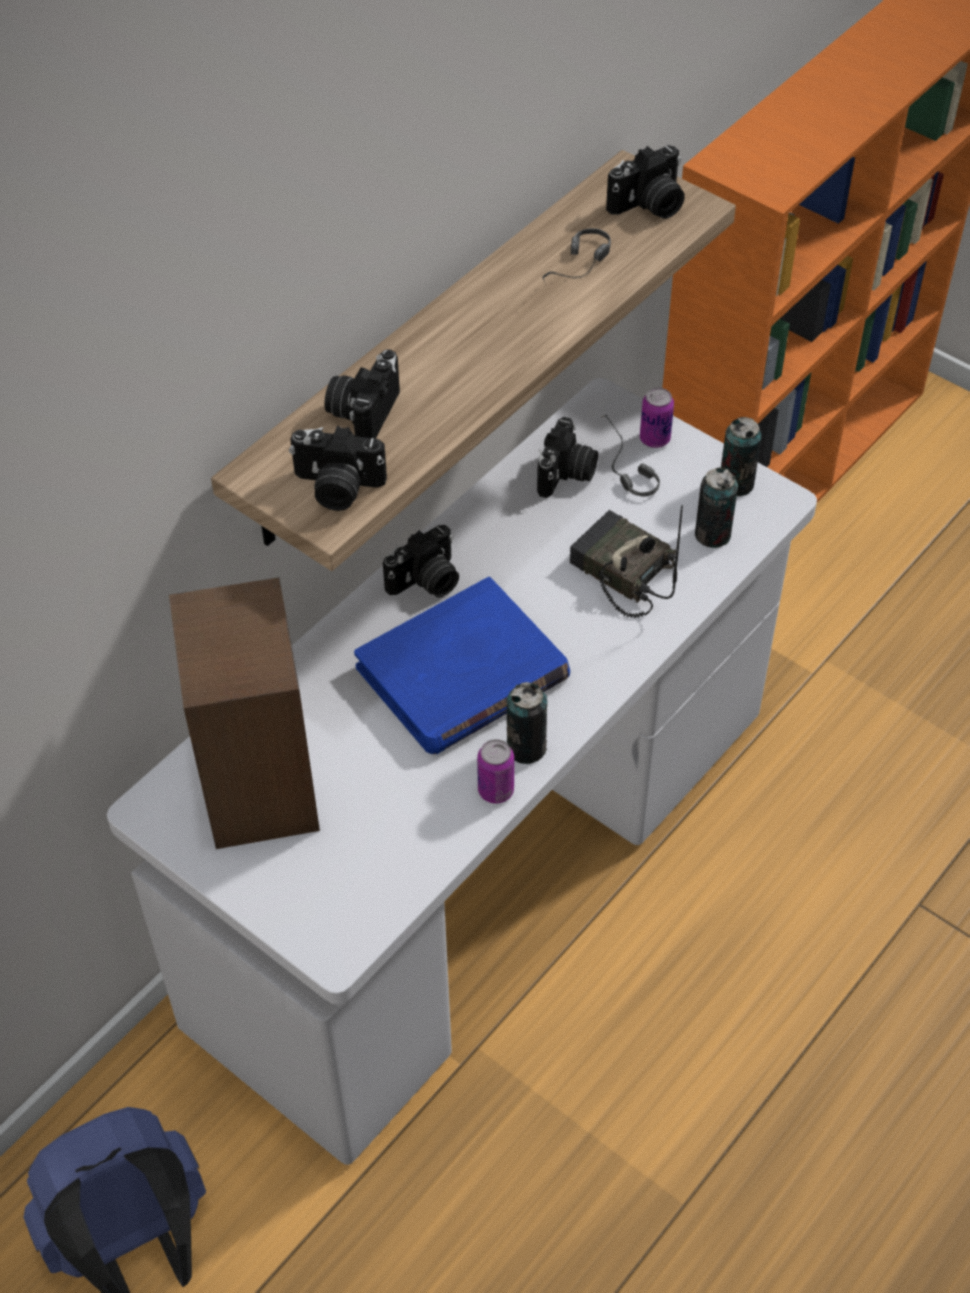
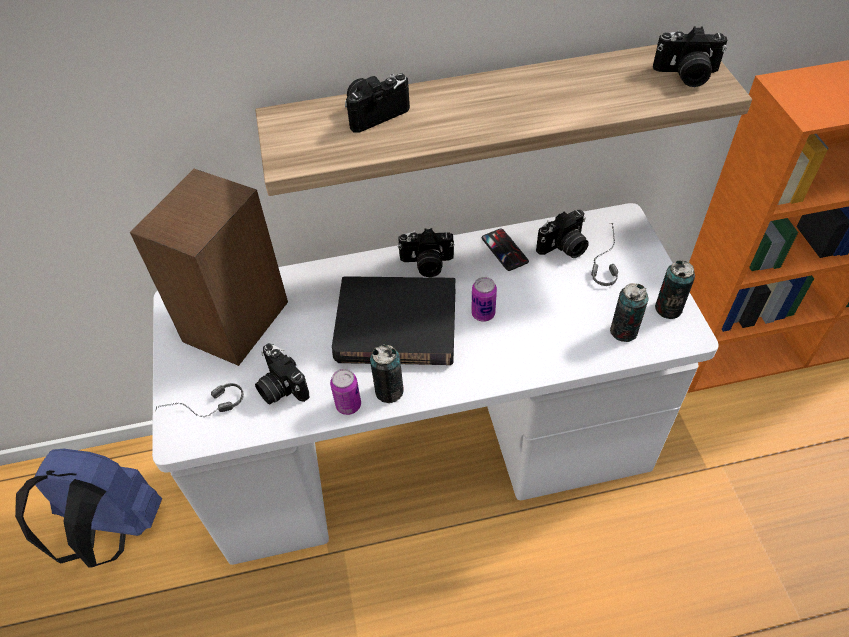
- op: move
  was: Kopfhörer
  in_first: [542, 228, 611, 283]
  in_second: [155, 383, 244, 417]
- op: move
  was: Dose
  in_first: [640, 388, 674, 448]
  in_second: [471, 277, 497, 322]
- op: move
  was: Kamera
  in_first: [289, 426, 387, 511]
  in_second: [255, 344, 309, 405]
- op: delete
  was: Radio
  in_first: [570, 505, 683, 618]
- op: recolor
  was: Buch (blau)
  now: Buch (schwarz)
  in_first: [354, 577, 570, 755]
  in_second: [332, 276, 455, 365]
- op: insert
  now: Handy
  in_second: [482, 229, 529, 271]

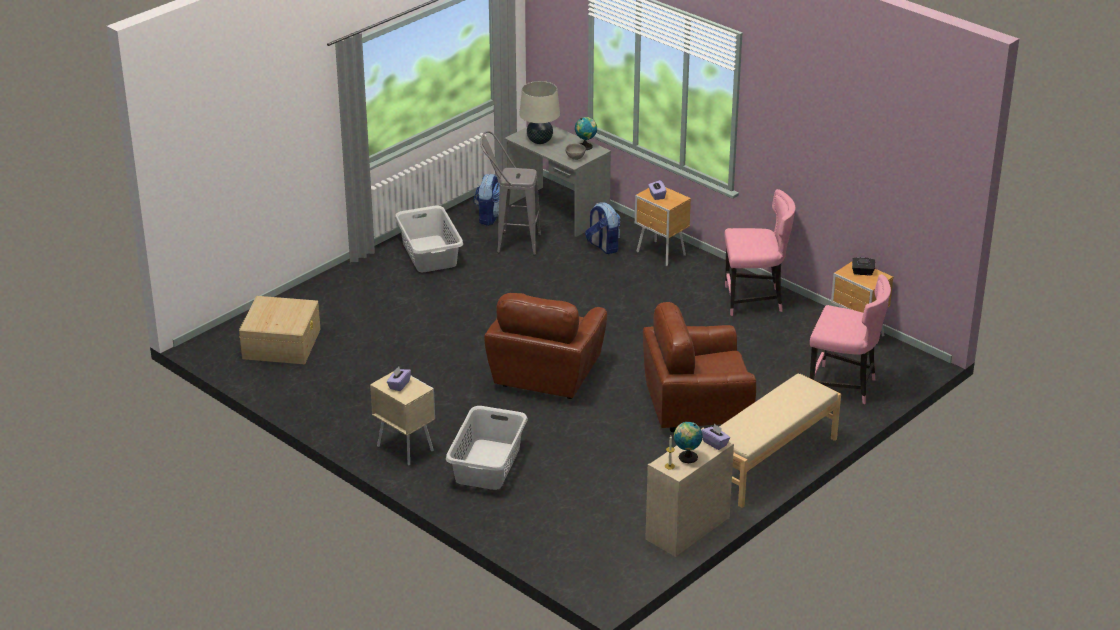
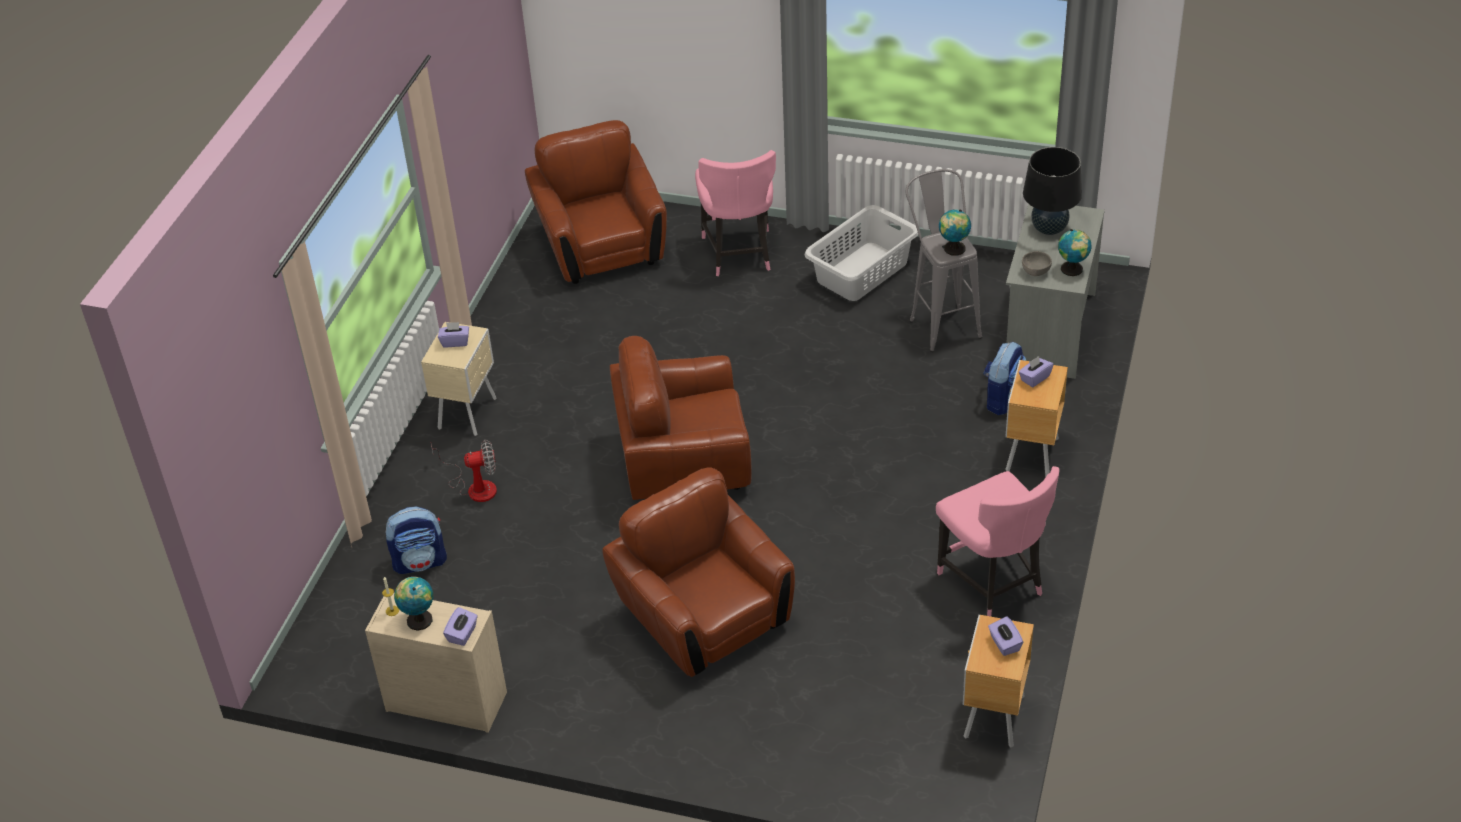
- op: recolor
  was: Tischlampe (beige)
  now: Tischlampe (schwarz)
  in_first: [519, 81, 560, 144]
  in_second: [1023, 147, 1082, 235]
- op: move
  was: Rucksack
  in_first: [473, 174, 500, 226]
  in_second: [385, 506, 447, 574]
- op: recolor
  was: Taschentuchbox (schwarz)
  now: Taschentuchbox (lila)
  in_first: [852, 257, 875, 275]
  in_second: [988, 616, 1023, 656]
- op: move
  was: Stuhl (rosa)
  in_first: [810, 274, 891, 404]
  in_second: [695, 150, 776, 276]
- op: replace
  was: Aufbewahrungsbox (beige)
  now: Sessel (braun)
  in_first: [239, 296, 321, 364]
  in_second: [525, 120, 667, 284]
- op: delete
  was: Bank (beige)
  in_first: [719, 373, 841, 508]
- op: replace
  was: Wäschekorb (grau)
  now: Ventilator
  in_first: [446, 406, 528, 490]
  in_second: [431, 440, 497, 502]
- op: insert
  now: Globus
  in_second: [939, 209, 971, 256]

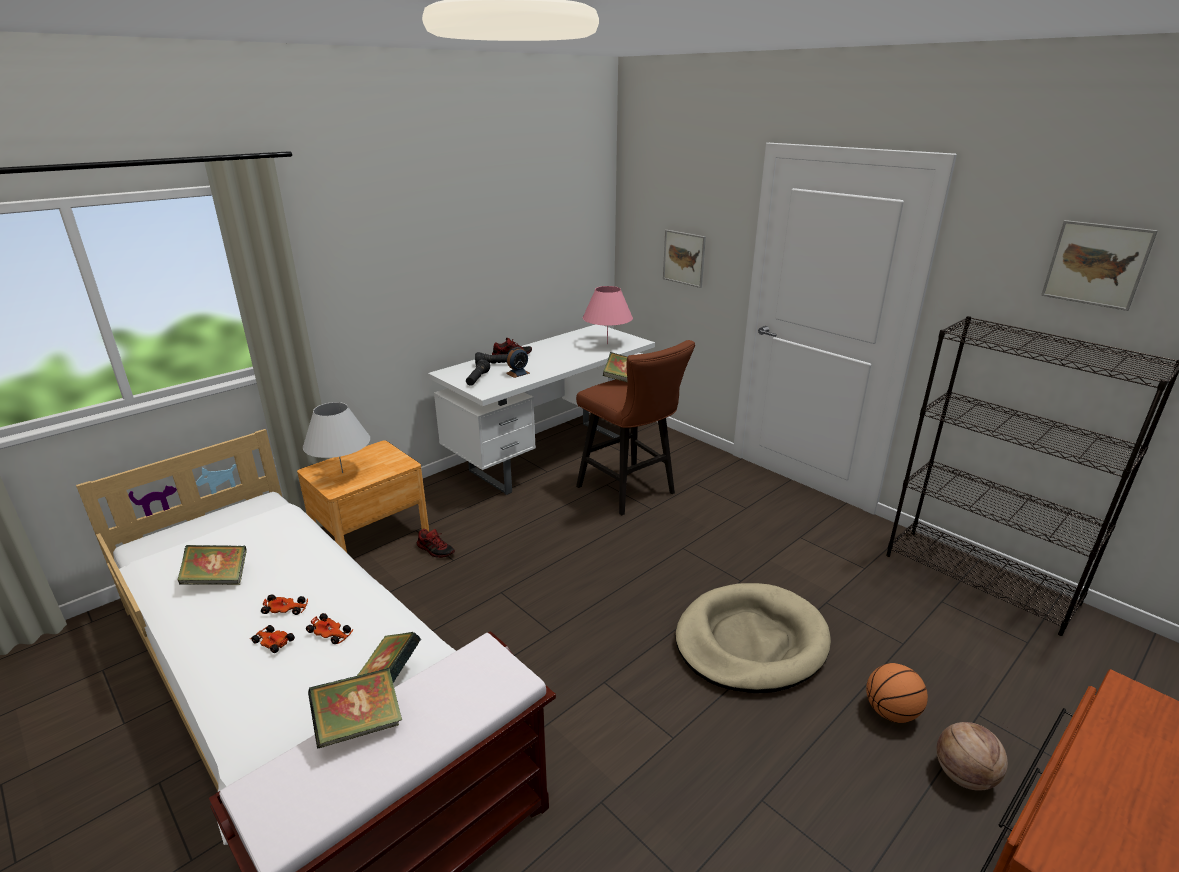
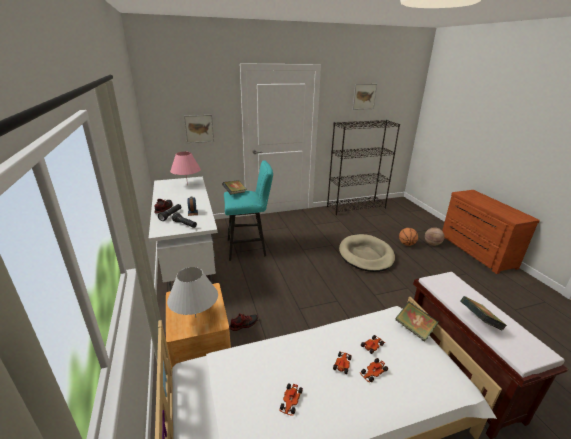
- op: recolor
  was: Hocker (braun)
  now: Hocker (türkis)
  in_first: [576, 340, 695, 515]
  in_second: [224, 160, 273, 261]
- op: replace
  was: Buch
  now: Spielzeugauto
  in_first: [177, 545, 247, 585]
  in_second: [279, 383, 303, 416]

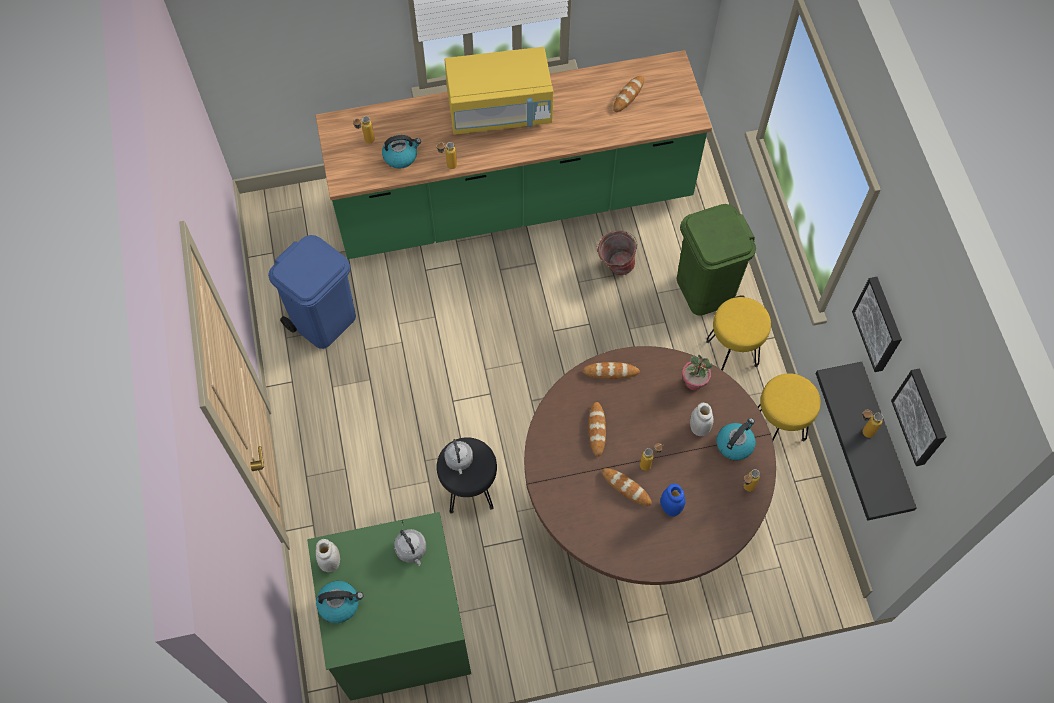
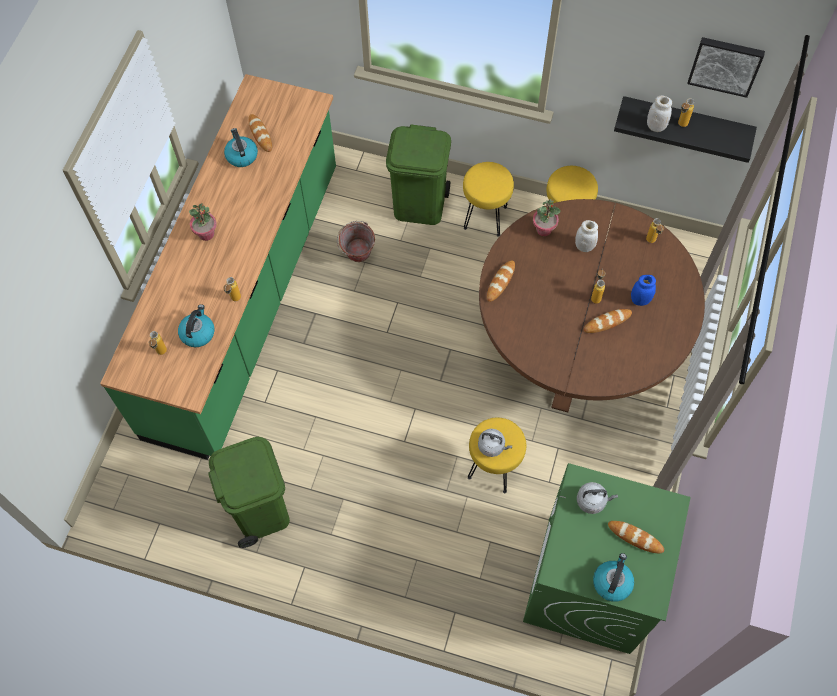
- op: replace
  was: Mikrowelle (gelb)
  now: Topfpflanze
  in_first: [444, 47, 553, 135]
  in_second: [189, 203, 217, 241]
- op: recolor
  was: Mülleimer (blau)
  now: Mülleimer (grün)
  in_first: [268, 235, 356, 349]
  in_second: [208, 437, 290, 548]
- op: delete
  was: Bild
  in_first: [852, 277, 902, 372]
- op: move
  was: Brot
  in_first: [588, 402, 606, 457]
  in_second: [608, 521, 664, 553]
- op: move
  was: Wasserkessel
  in_first: [717, 418, 756, 460]
  in_second: [224, 128, 258, 167]
- op: recolor
  was: Hocker (schwarz)
  now: Hocker (gelb)
  in_first: [437, 437, 497, 514]
  in_second: [468, 418, 526, 493]
- op: move
  was: Vorratsglas (weiß)
  in_first: [316, 539, 340, 572]
  in_second: [647, 95, 672, 132]

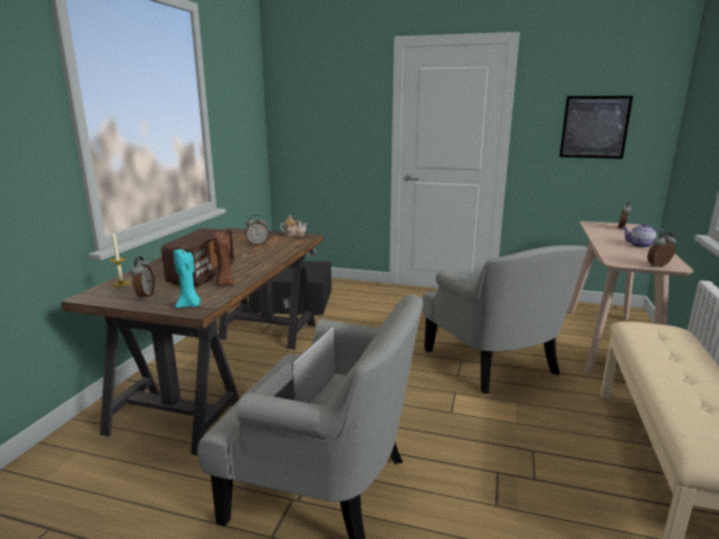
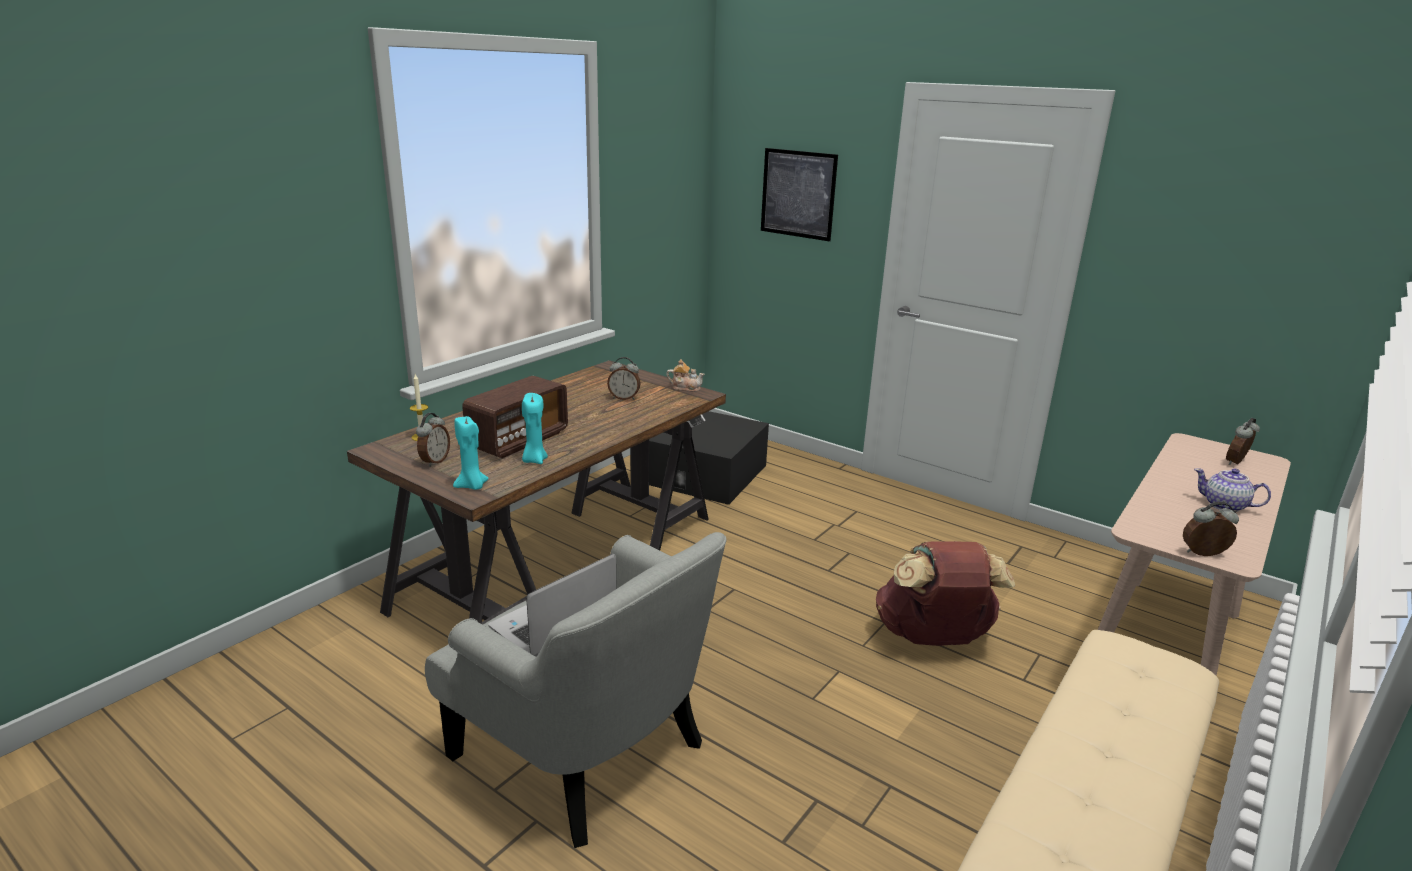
- op: move
  was: Bild
  in_first: [559, 96, 633, 159]
  in_second: [761, 148, 838, 241]
- op: recolor
  was: Kerze (braun)
  now: Kerze (türkis)
  in_first: [213, 232, 234, 286]
  in_second: [522, 393, 548, 464]
- op: replace
  was: Sessel (grau)
  now: Rucksack (braun)
  in_first: [422, 245, 588, 394]
  in_second: [876, 541, 1015, 646]

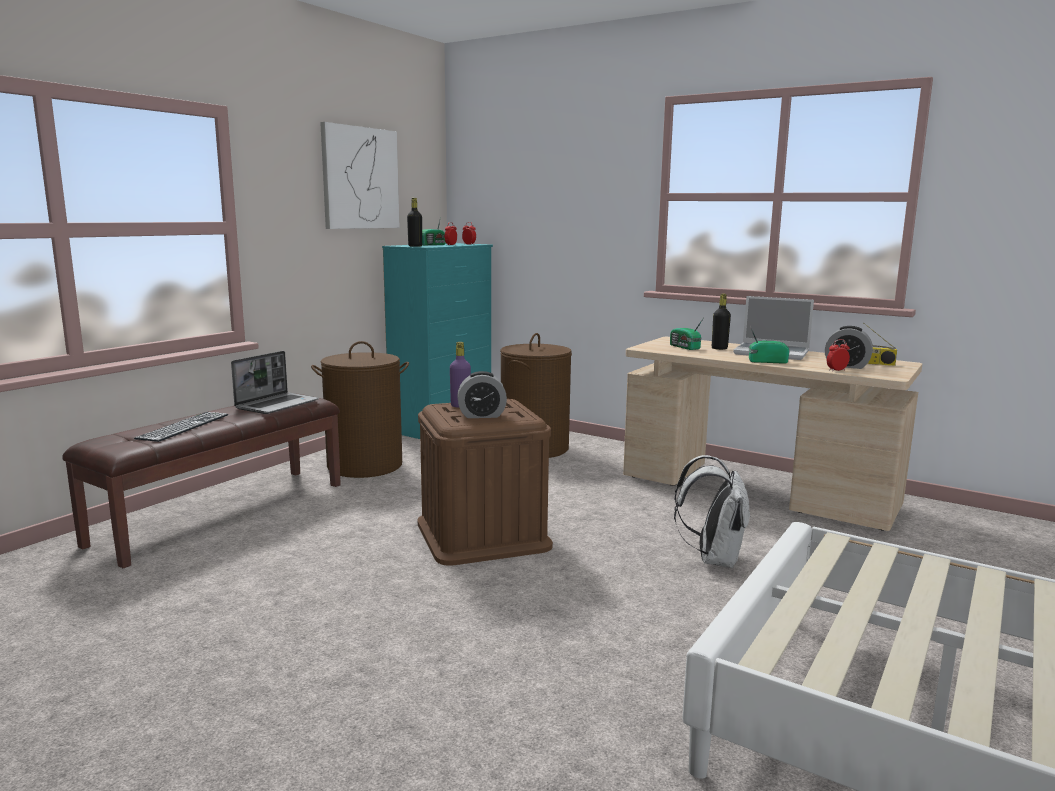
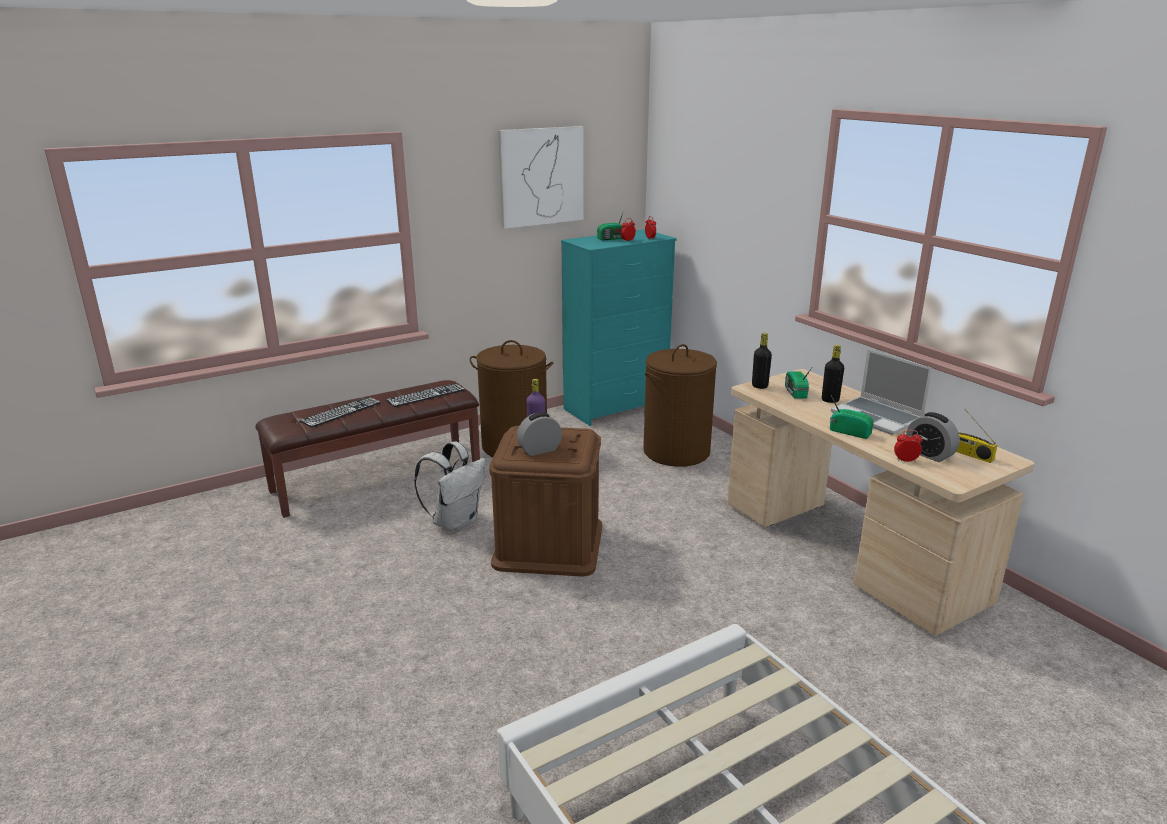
- op: move
  was: Flasche (schwarz)
  in_first: [407, 198, 422, 247]
  in_second: [752, 333, 772, 389]
- op: replace
  was: Laptop
  now: Tastatur
  in_first: [231, 351, 319, 414]
  in_second: [386, 383, 465, 407]
- op: rotate
  was: Wecker
  in_first: [457, 371, 507, 418]
  in_second: [517, 412, 562, 456]
  clockwise: 135
- op: move
  was: Rucksack (weiß)
  in_first: [674, 455, 750, 568]
  in_second: [414, 442, 486, 532]

